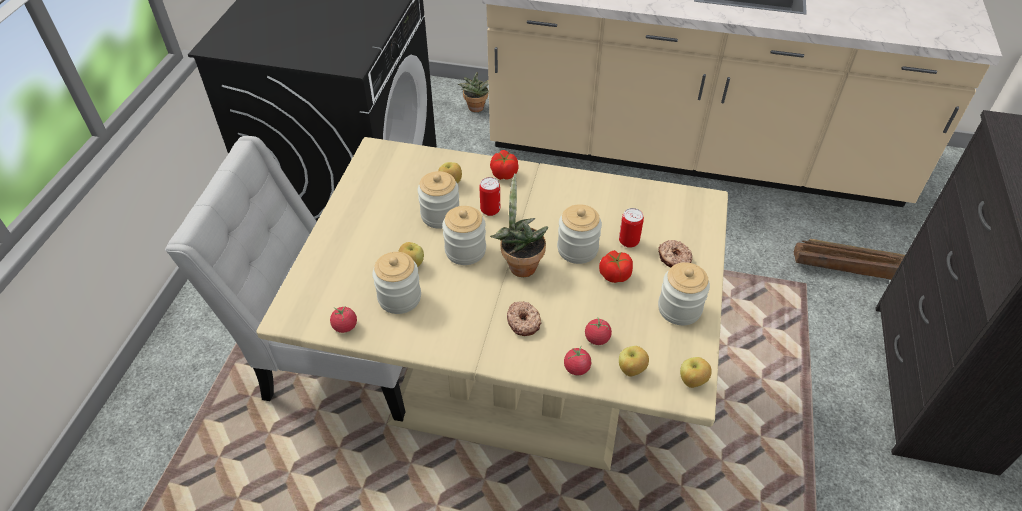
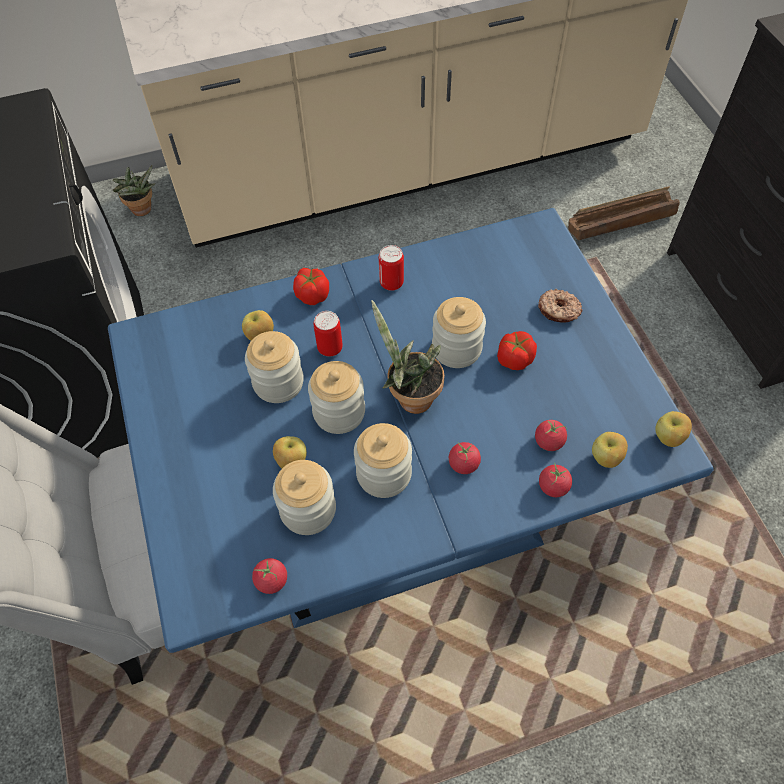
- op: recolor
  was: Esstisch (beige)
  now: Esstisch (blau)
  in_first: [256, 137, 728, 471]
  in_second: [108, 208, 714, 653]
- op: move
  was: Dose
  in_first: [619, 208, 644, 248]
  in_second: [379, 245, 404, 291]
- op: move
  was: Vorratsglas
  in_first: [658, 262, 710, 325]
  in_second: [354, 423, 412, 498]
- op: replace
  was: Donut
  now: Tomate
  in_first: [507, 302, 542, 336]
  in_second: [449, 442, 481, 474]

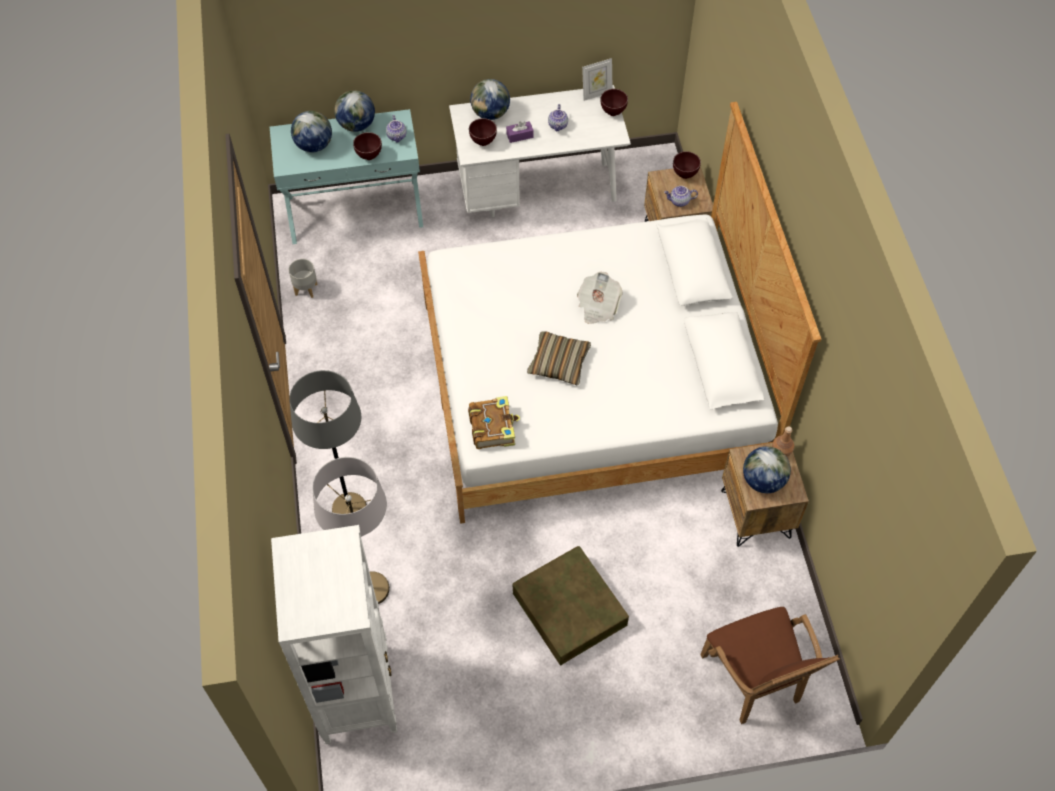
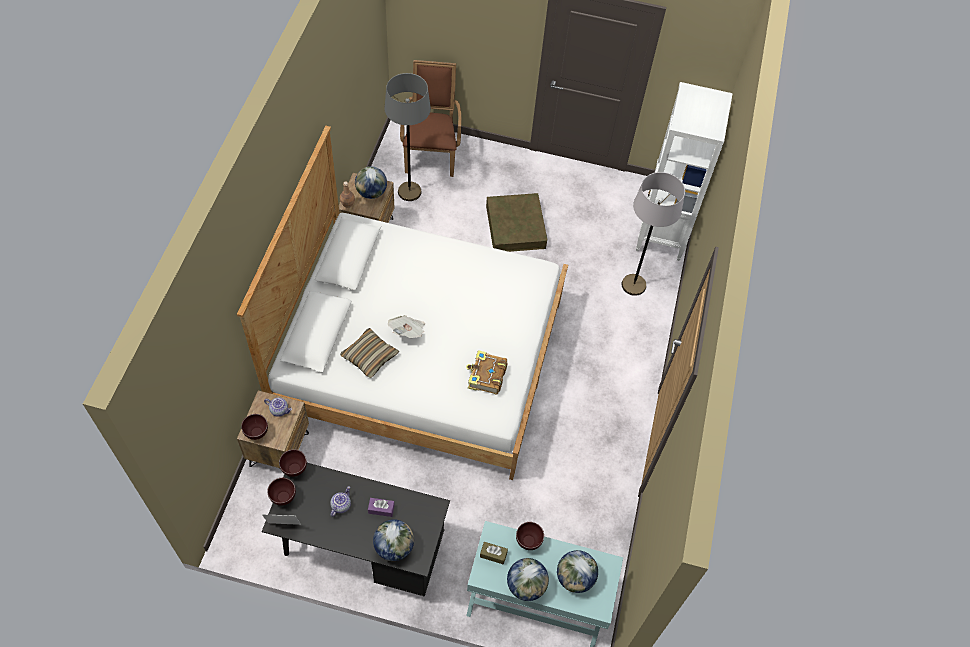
- op: recolor
  was: Schreibtisch (weiß)
  now: Schreibtisch (schwarz)
  in_first: [449, 85, 631, 218]
  in_second: [261, 463, 450, 597]
- op: replace
  was: Teekanne
  now: Taschentuchbox (braun)
  in_first: [386, 115, 407, 142]
  in_second: [480, 542, 508, 564]
- op: move
  was: Schüssel (braun)
  in_first: [469, 118, 497, 146]
  in_second: [279, 449, 307, 477]
- op: delete
  was: Pflanzkübel (grau)
  in_first: [289, 259, 318, 298]
- op: move
  was: Kissen
  in_first: [527, 331, 591, 385]
  in_second: [340, 328, 399, 378]
- op: move
  was: Stehlampe (grau)
  in_first: [289, 370, 367, 514]
  in_second: [384, 73, 431, 201]
- op: move
  was: Buch
  in_first: [468, 396, 520, 449]
  in_second: [466, 350, 507, 395]

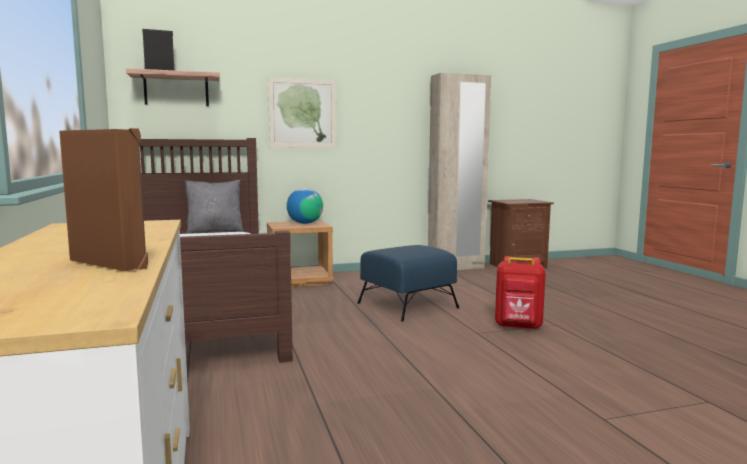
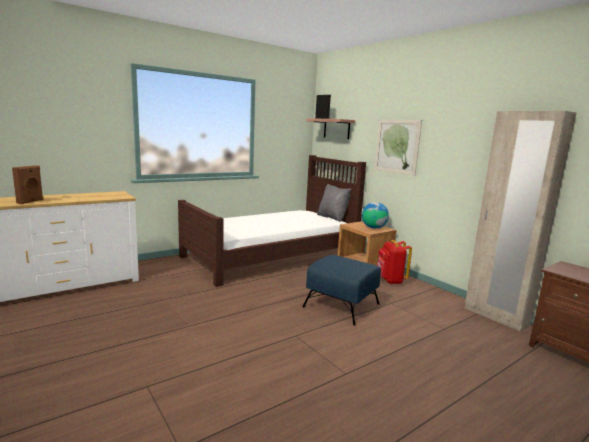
- op: move
  was: Rucksack (rot)
  in_first: [495, 256, 546, 330]
  in_second: [377, 240, 412, 284]

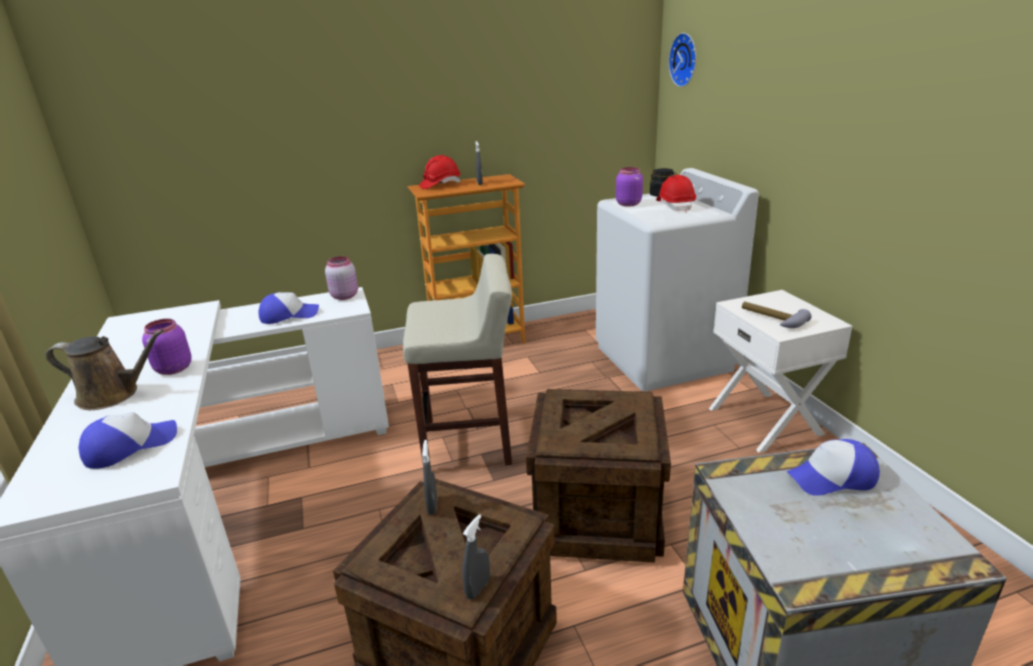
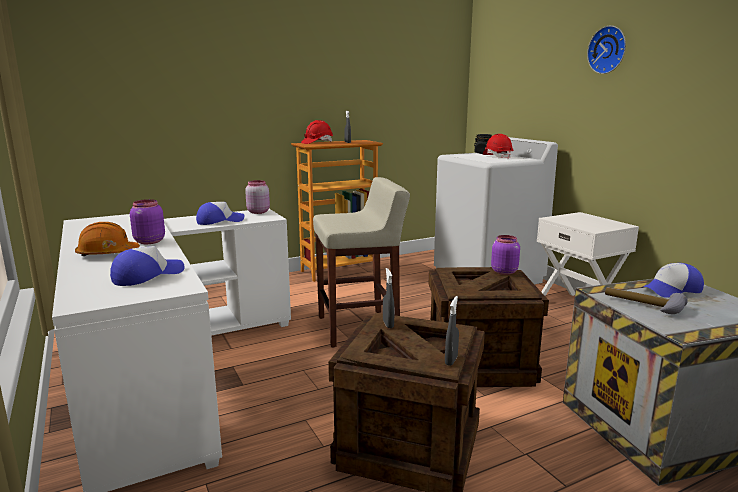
- op: move
  was: Wanduhr
  in_first: [668, 33, 696, 87]
  in_second: [587, 26, 626, 74]
- op: move
  was: Vorratsglas (lila)
  in_first: [616, 167, 643, 207]
  in_second: [491, 235, 520, 275]
- op: move
  was: Hammer
  in_first: [742, 301, 811, 328]
  in_second: [605, 287, 688, 314]
- op: replace
  was: Gießkanne (braun)
  now: Schutzhelm (orange)
  in_first: [46, 330, 164, 410]
  in_second: [75, 222, 140, 257]

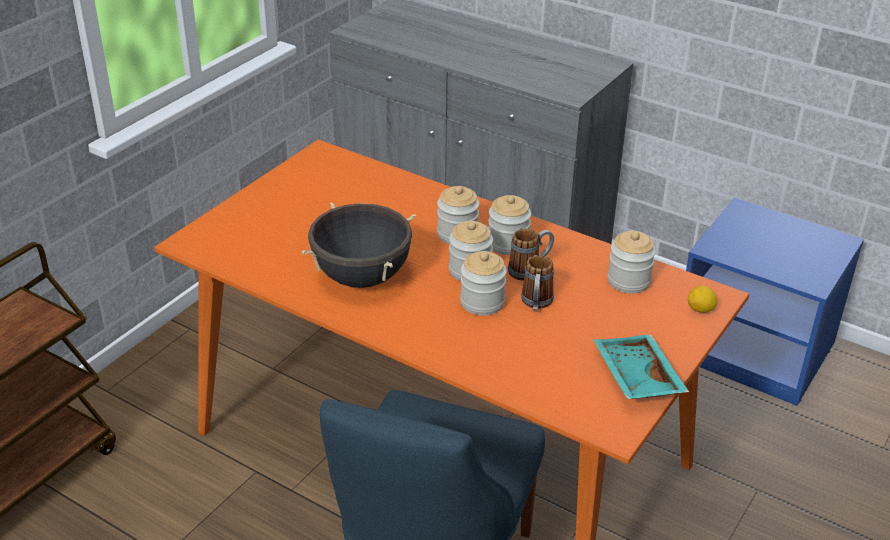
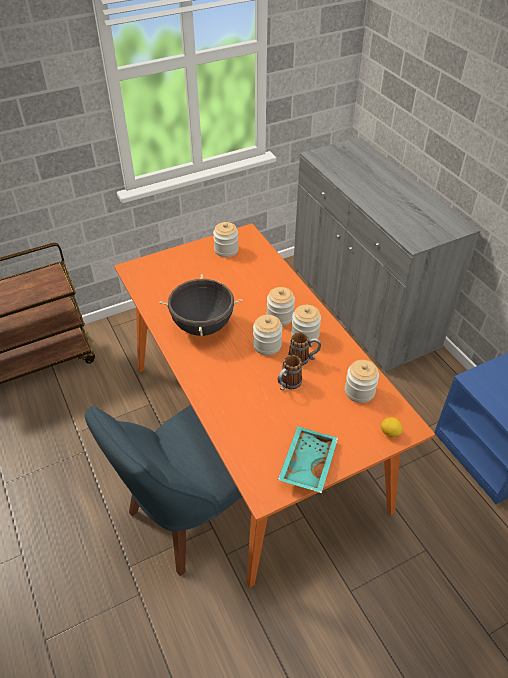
- op: move
  was: Vorratsglas
  in_first: [460, 251, 507, 316]
  in_second: [213, 222, 239, 257]

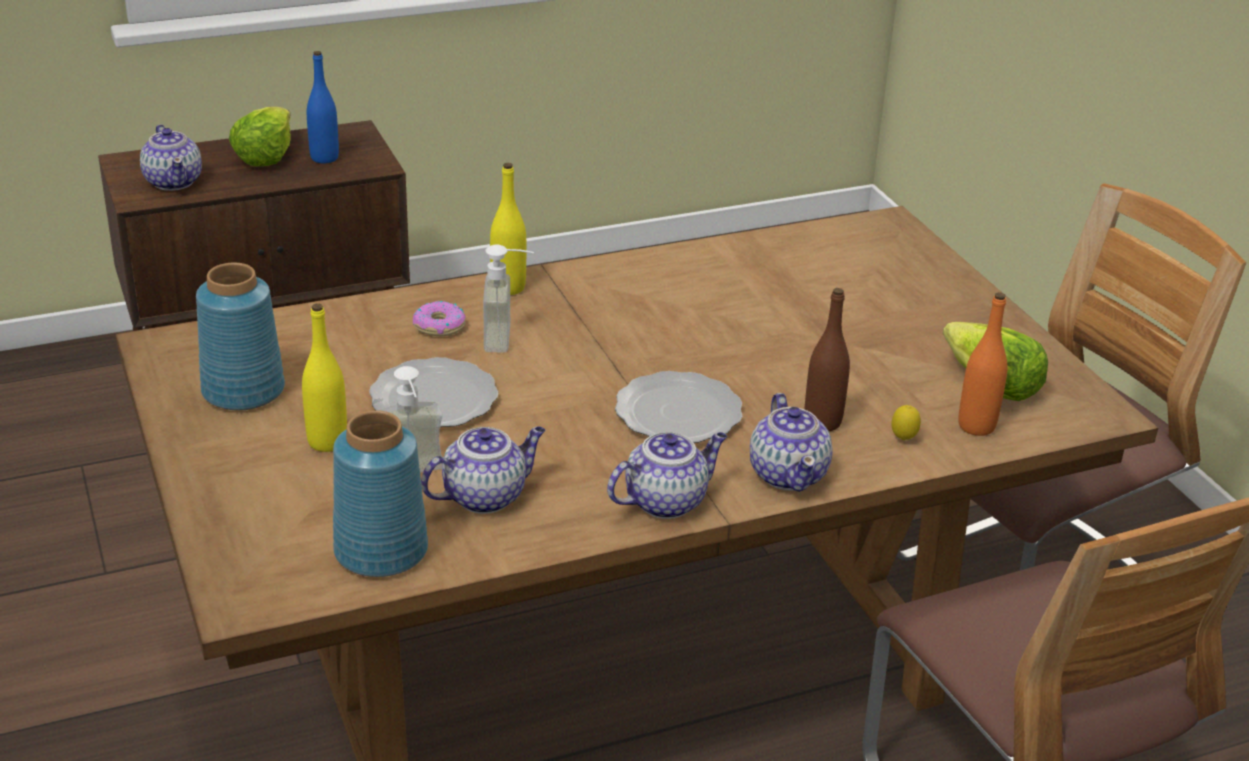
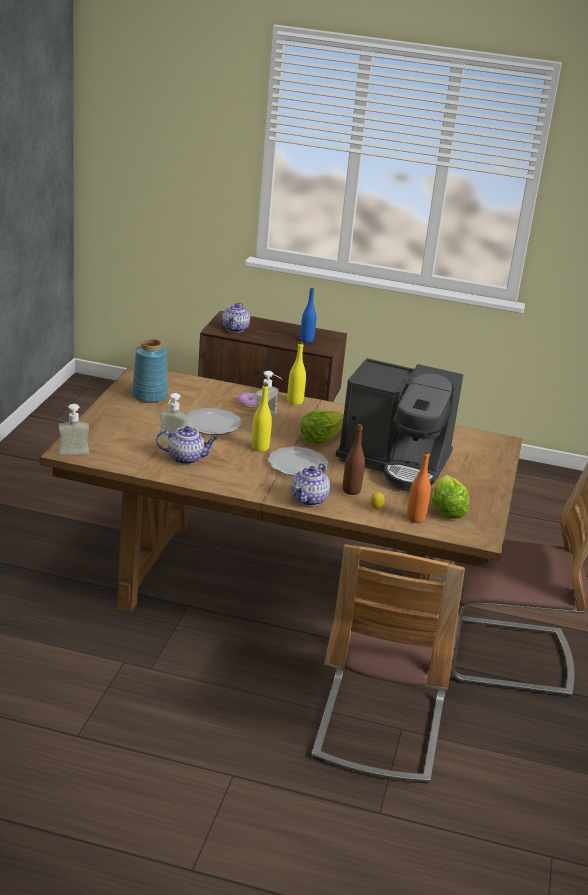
- op: move
  was: Salatkopf
  in_first: [229, 107, 291, 167]
  in_second: [300, 410, 344, 444]
- op: move
  was: Flasche (gelb)
  in_first: [302, 304, 347, 452]
  in_second: [252, 384, 272, 452]
- op: delete
  was: Vase (blau)
  in_first: [333, 410, 428, 577]
- op: delete
  was: Teekanne
  in_first: [607, 432, 727, 519]
- op: insert
  now: Kaffeemaschine
  in_second: [336, 358, 463, 492]
- op: insert
  now: Seifenspender
  in_second: [59, 404, 89, 455]

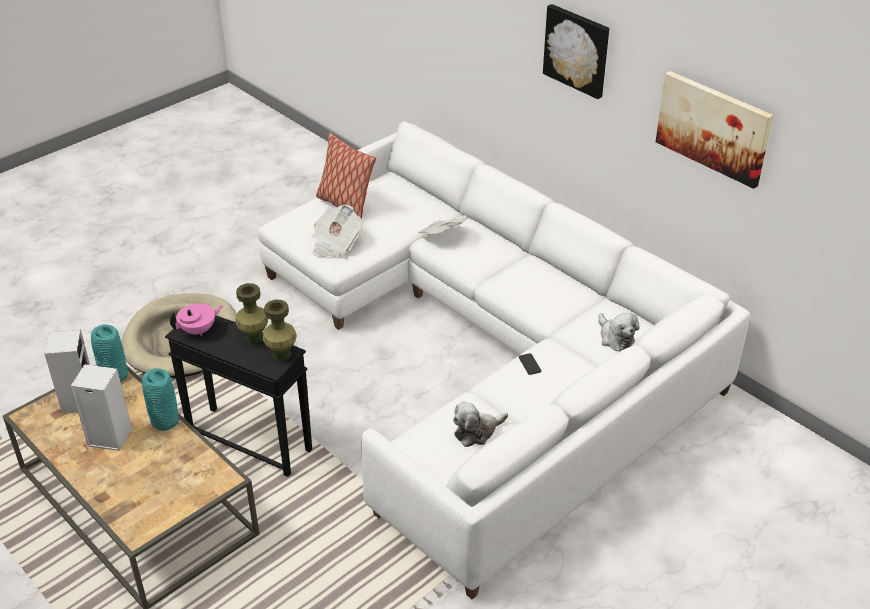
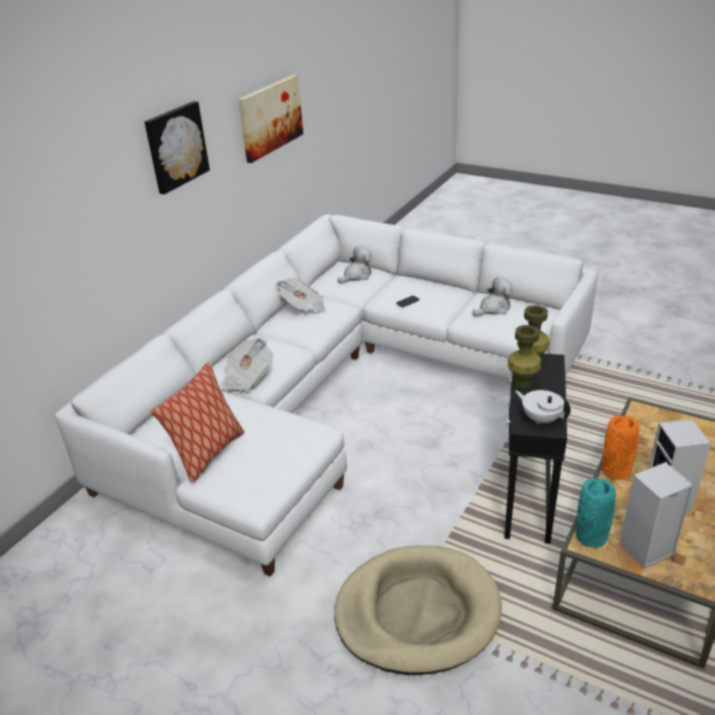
- op: move
  was: Zeitung
  in_first: [312, 205, 363, 257]
  in_second: [276, 279, 326, 313]
- op: recolor
  was: Teekanne (rosa)
  now: Teekanne (weiß)
  in_first: [170, 303, 223, 337]
  in_second: [515, 390, 571, 425]
- op: recolor
  was: Vase (türkis)
  now: Vase (orange)
  in_first: [142, 368, 179, 431]
  in_second: [602, 415, 639, 479]
- op: rotate
  was: Plüschtier
  in_first: [453, 401, 508, 447]
  in_second: [472, 277, 513, 317]
  clockwise: -75

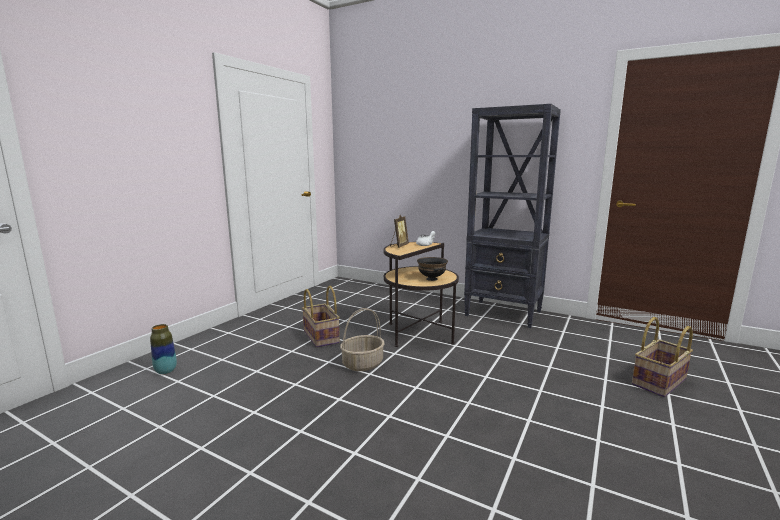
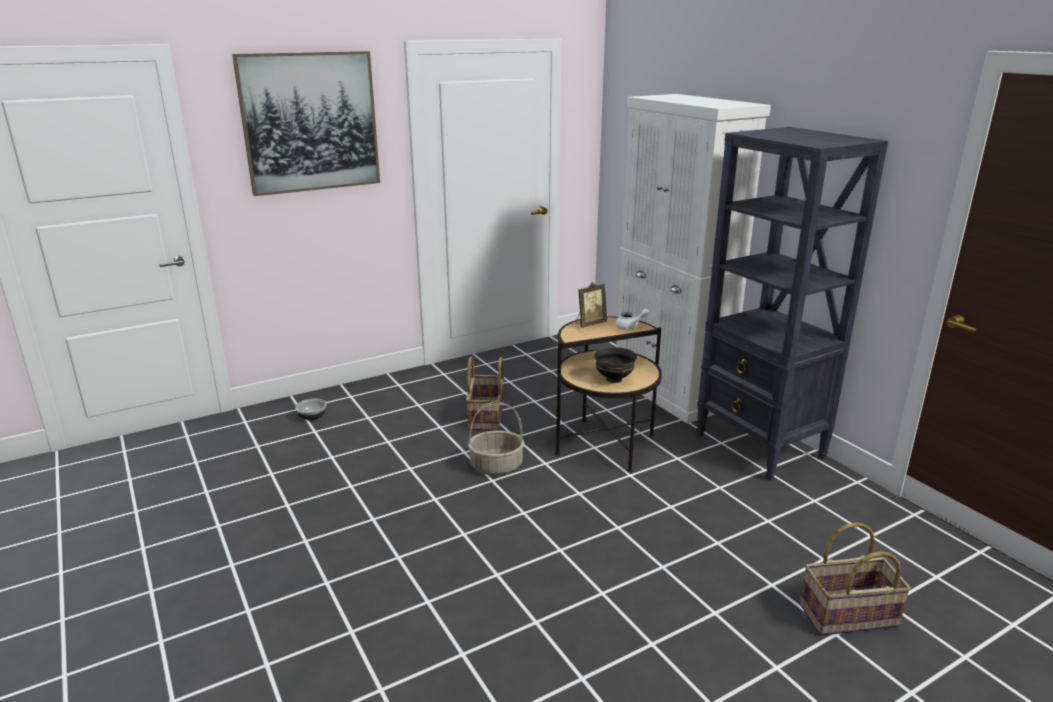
- op: replace
  was: Vase
  now: Schüssel
  in_first: [150, 324, 177, 374]
  in_second: [295, 399, 327, 421]
- op: insert
  now: Bild
  in_second: [232, 51, 380, 196]
- op: insert
  now: Schrank (weiß)
  in_second: [617, 94, 771, 424]

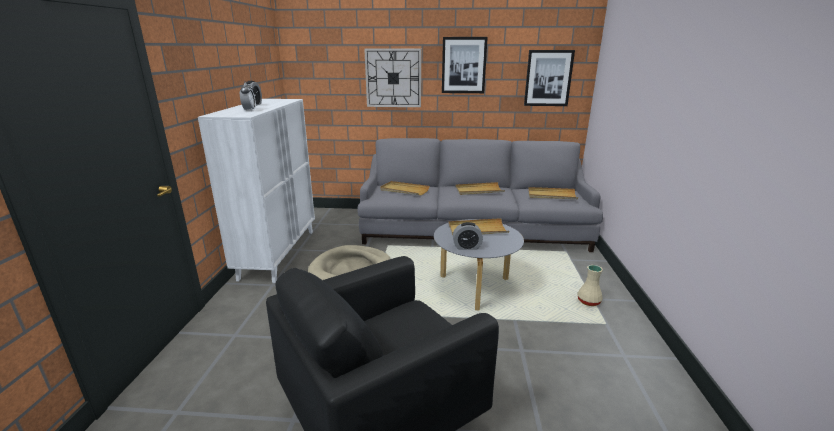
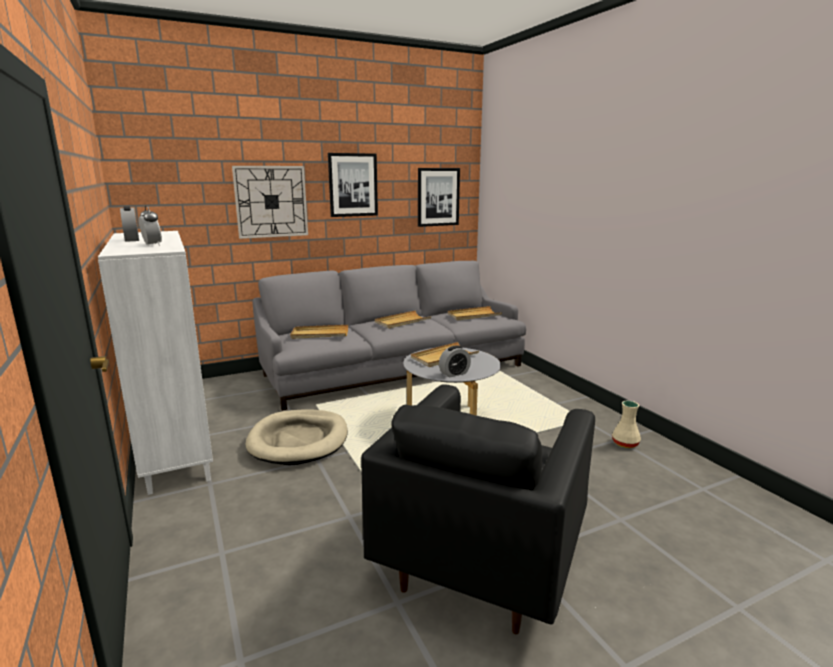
- op: move
  was: Vase (beige)
  in_first: [577, 265, 603, 306]
  in_second: [612, 401, 641, 448]

